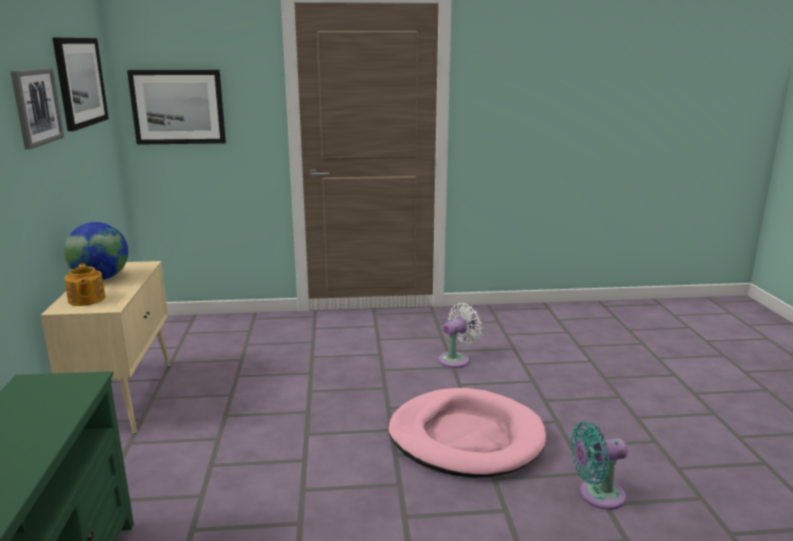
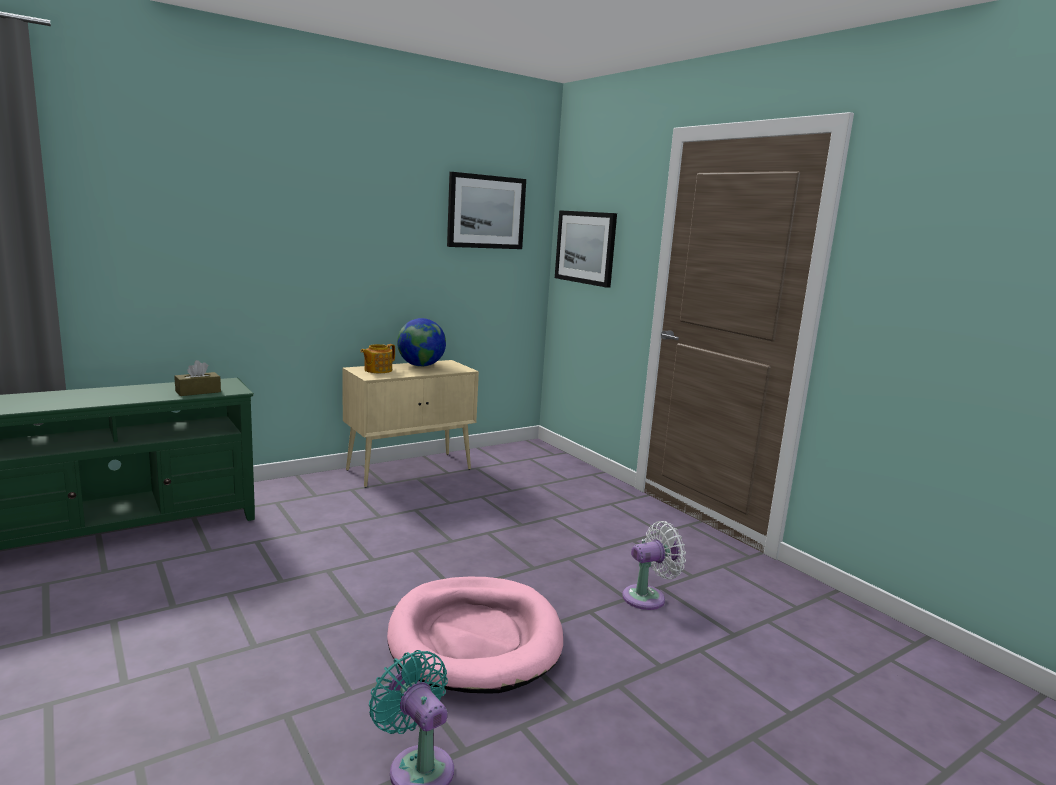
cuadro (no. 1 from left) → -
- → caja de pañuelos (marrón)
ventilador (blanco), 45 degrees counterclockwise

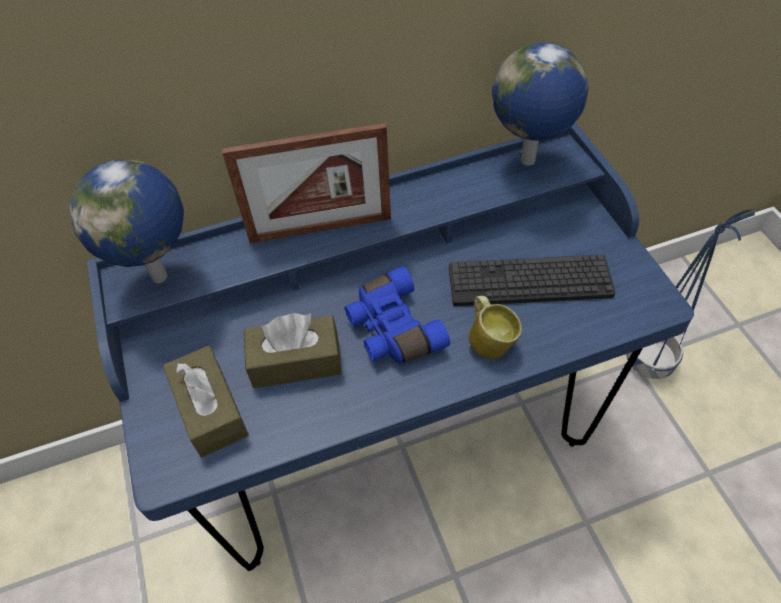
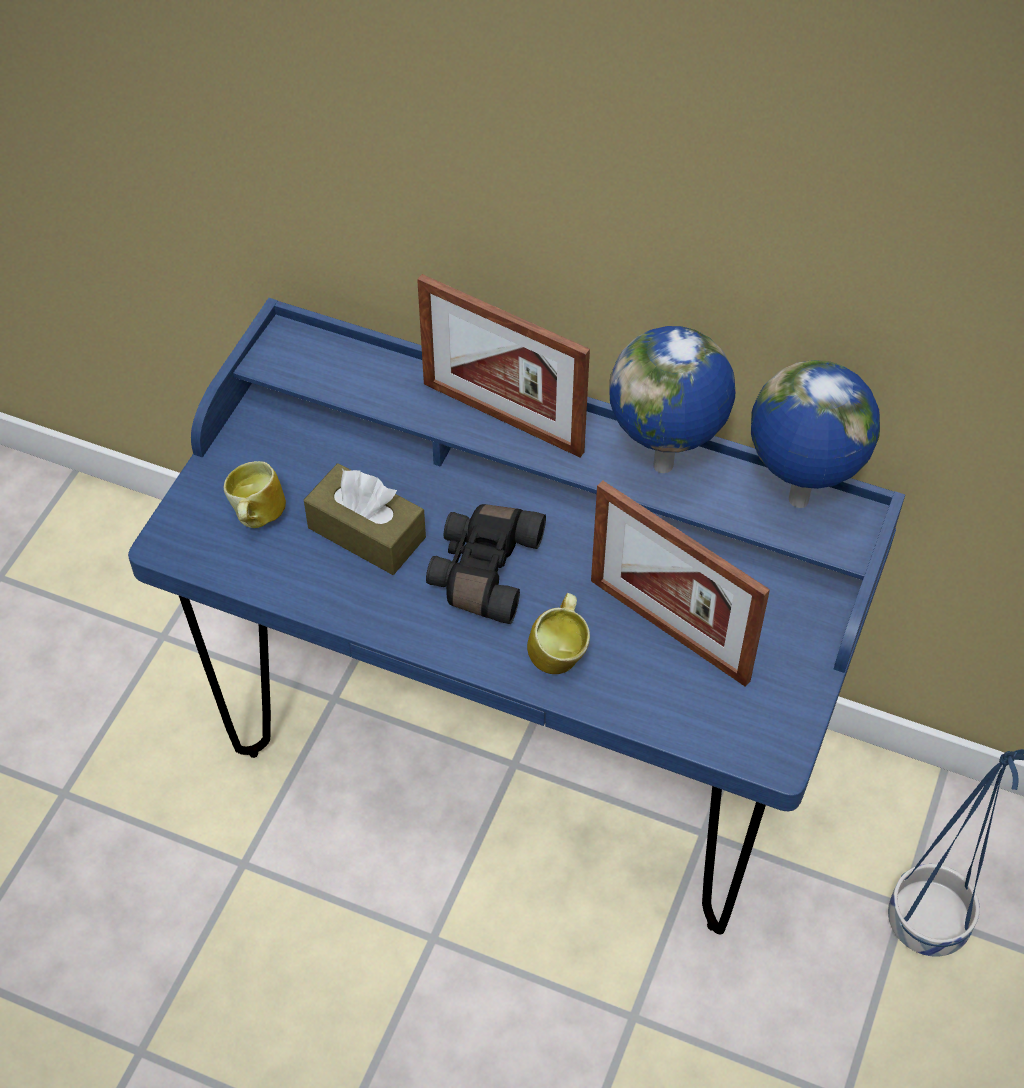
globo terráqueo (no. 1 from left), shifted
caja de pañuelos (marrón) (no. 1 from left) → taza grande (no. 1 from left)
teclado → portarretratos (no. 2 from left)
prismáticos (azul) → prismáticos (negro)

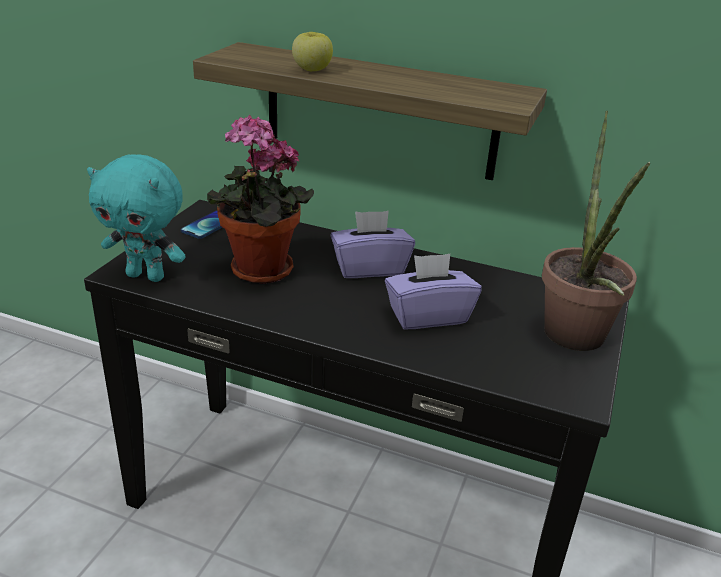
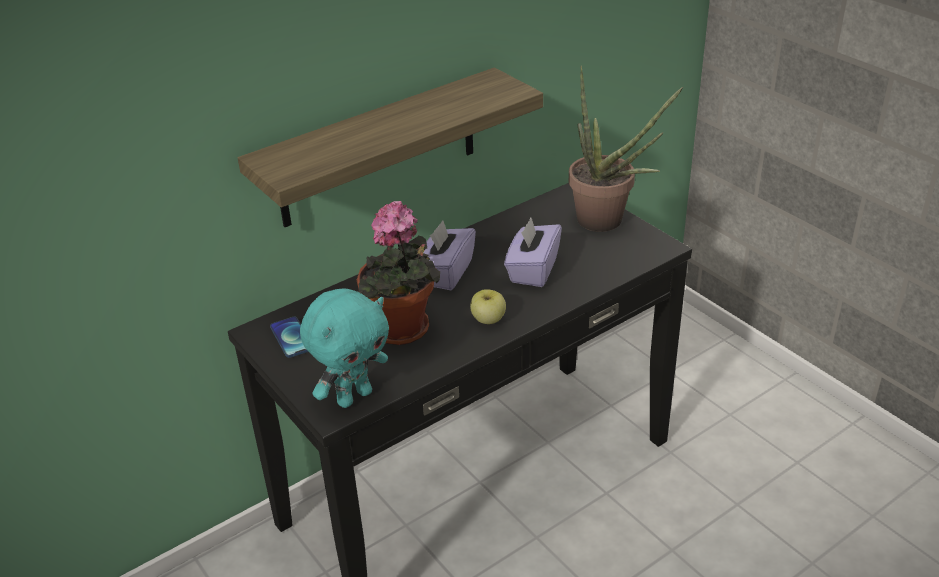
manzana, shifted

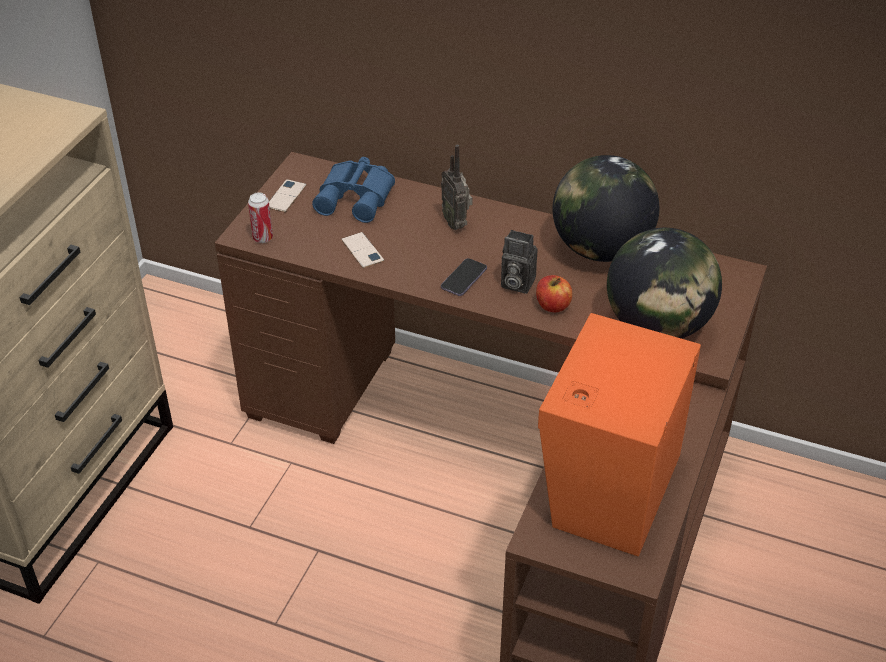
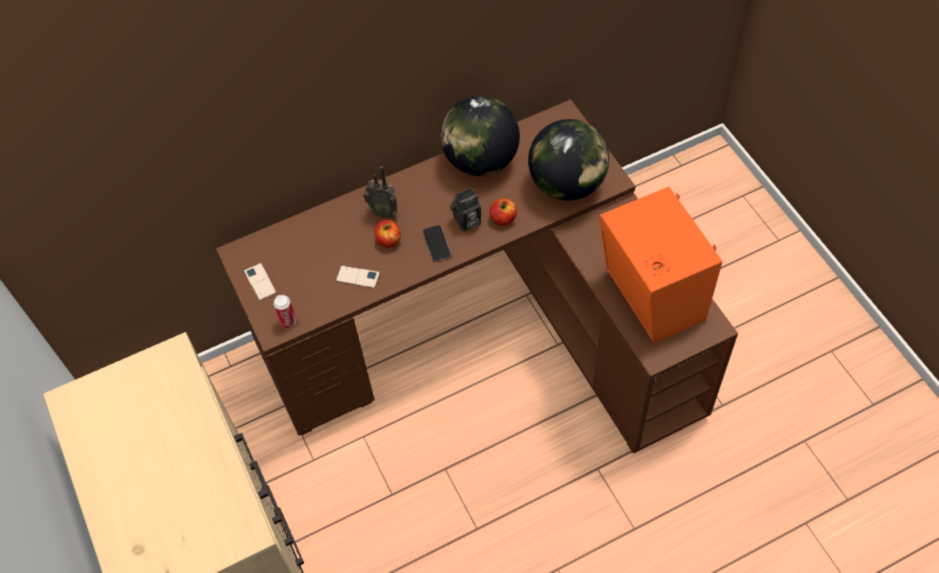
prismáticos (azul) → -
- → manzana (no. 1 from left)

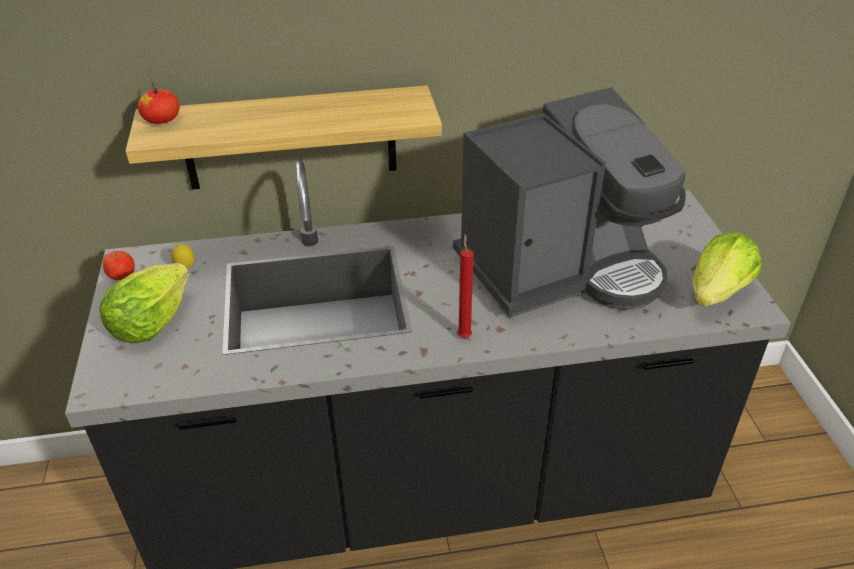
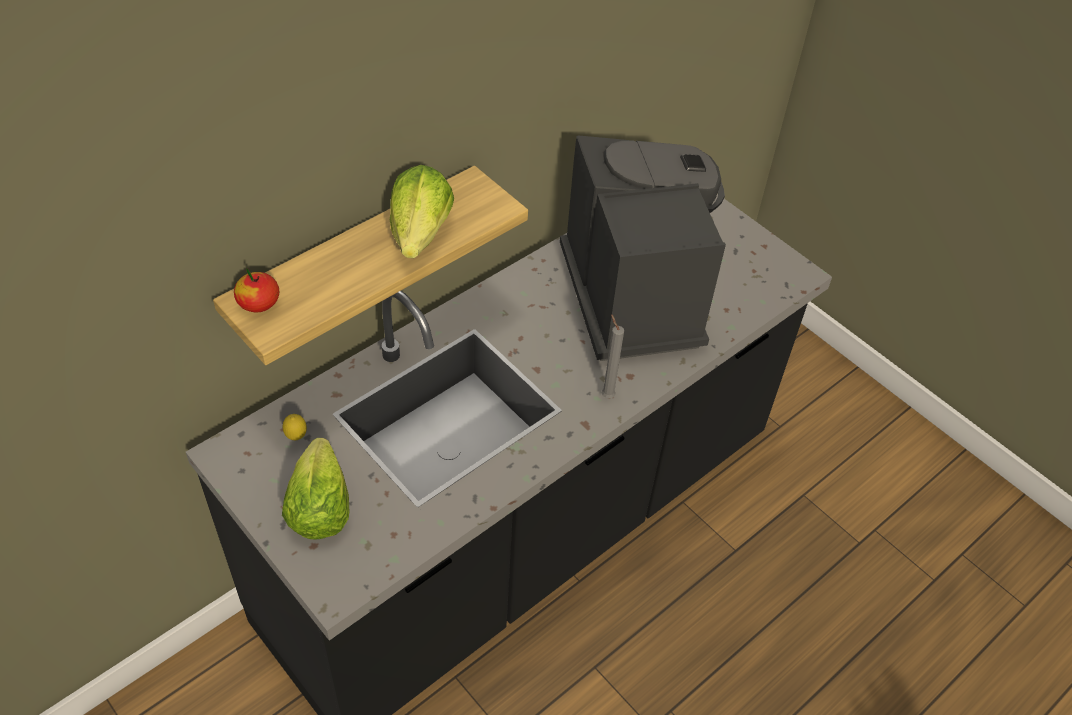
manzana (no. 1 from left) → -
lechuga (no. 2 from left), shifted
vela (rojo) → vela (gris)
cafetera, 45 degrees counterclockwise

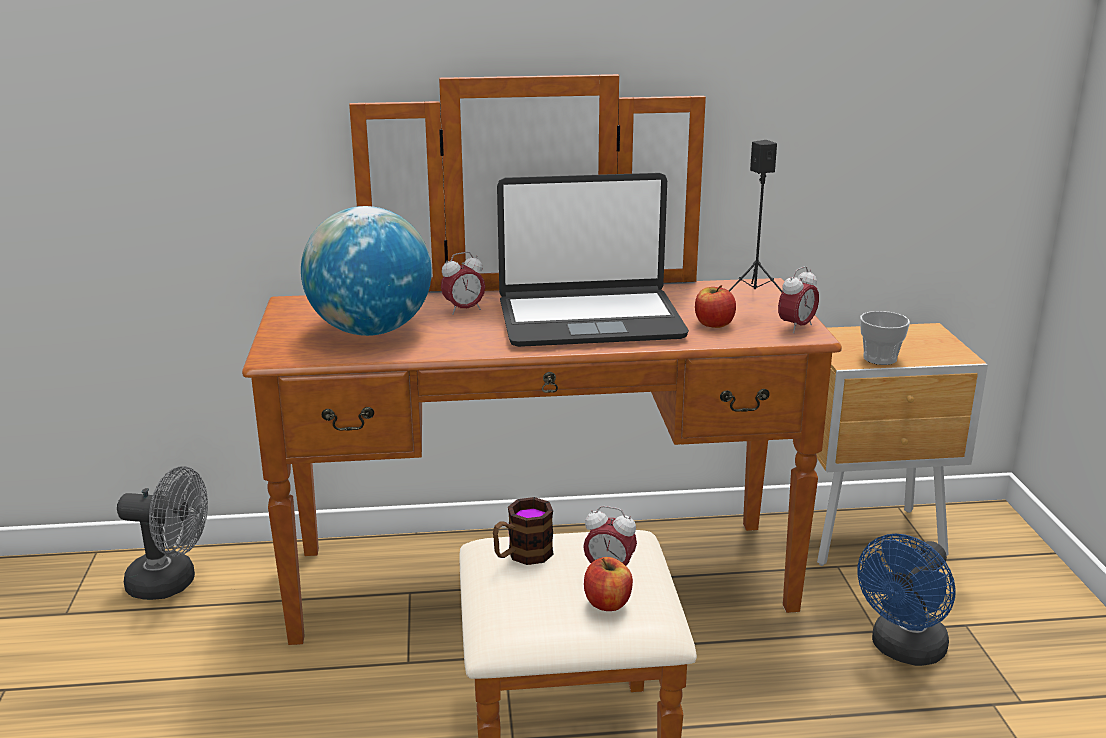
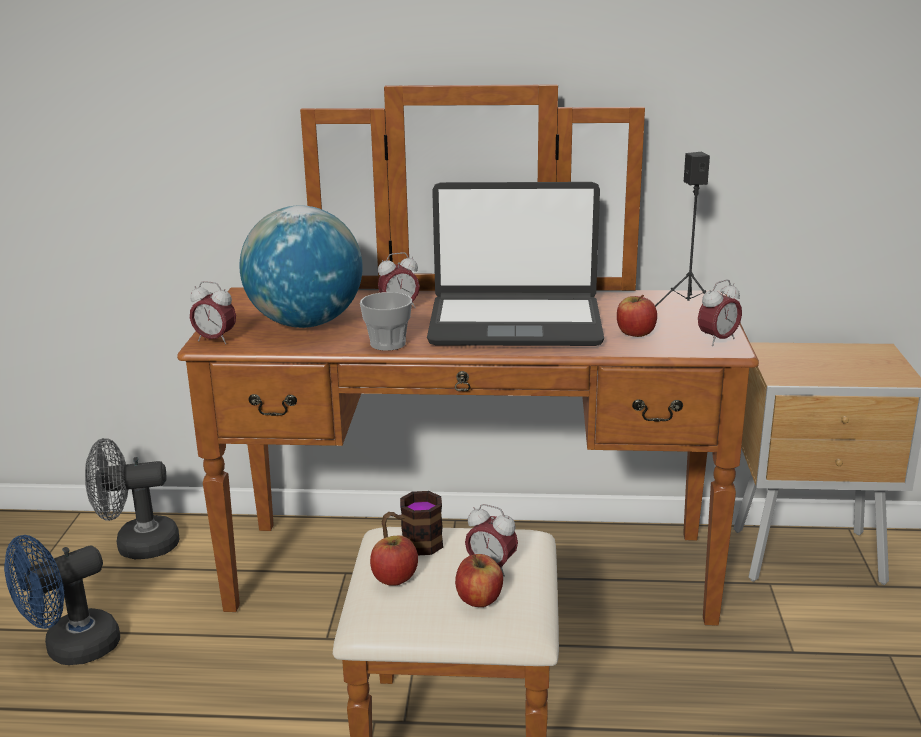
- → despertador (no. 1 from left)
- → manzana (no. 1 from left)
ventilador (azul), shifted
taza, shifted
ventilador (gris), 150 degrees clockwise

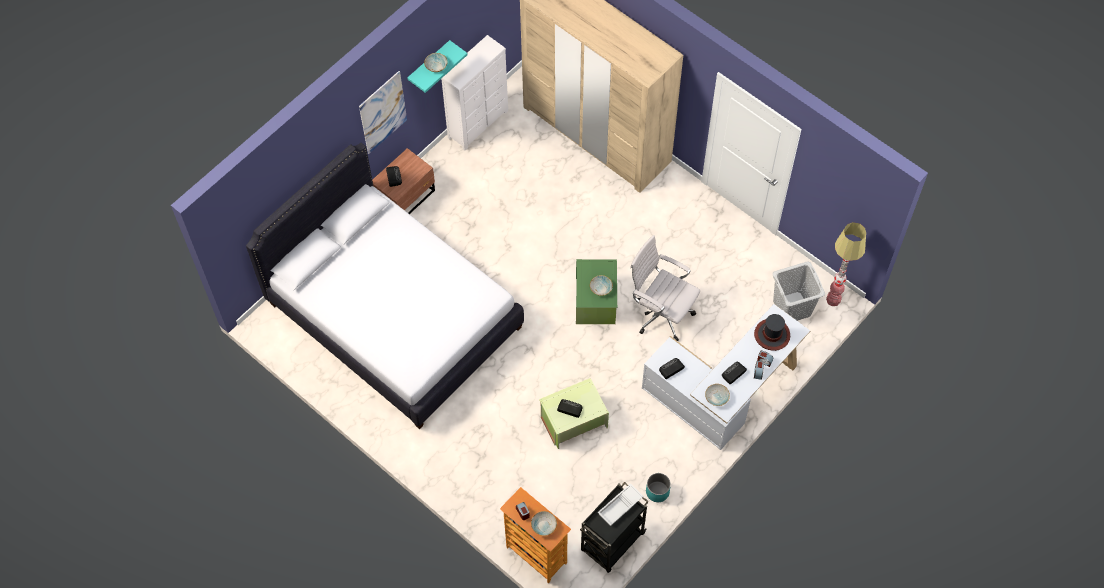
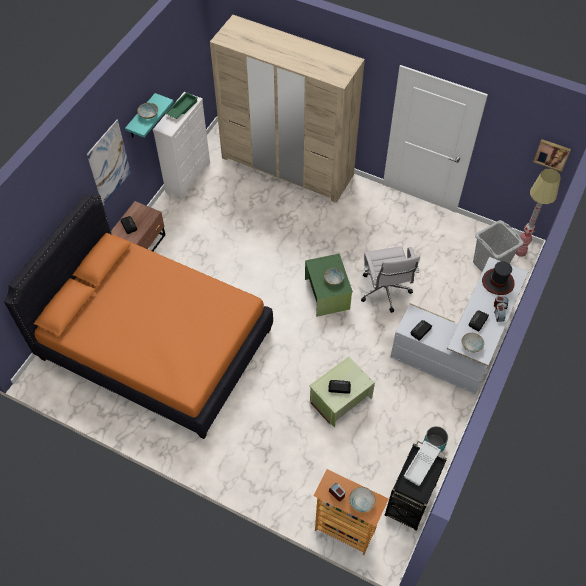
- → bandeja (verde)
- → cuadro (no. 2 from left)
cama (blanco) → cama (naranja)
silla de oficina (blanco), 120 degrees counterclockwise

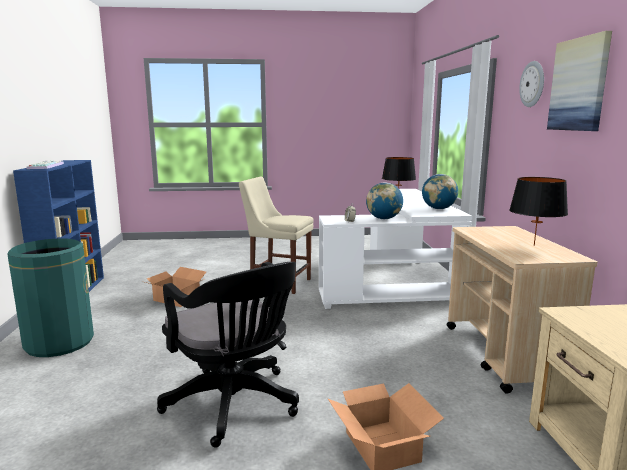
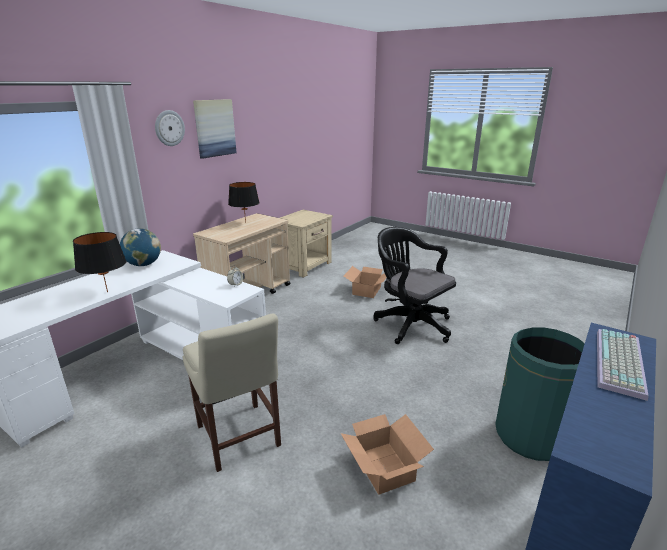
globo terráqueo (no. 1 from left) → -
silla de oficina (negro), 45 degrees counterclockwise

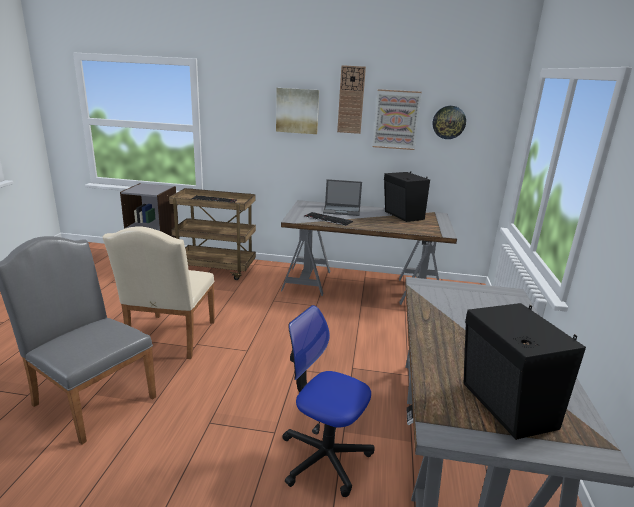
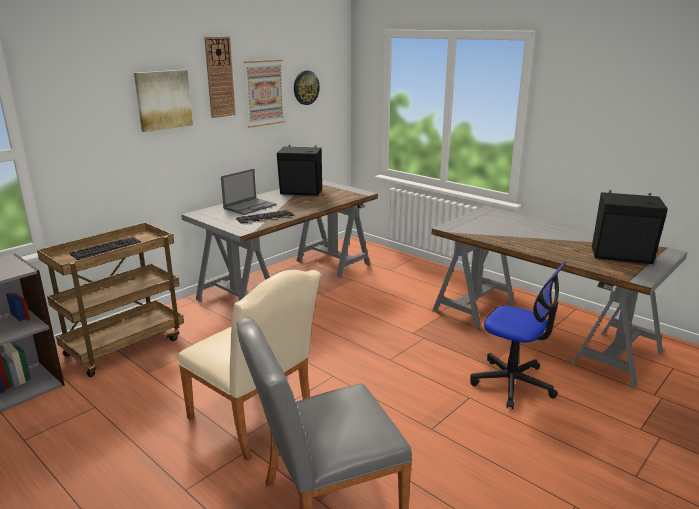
silla de oficina, 120 degrees counterclockwise

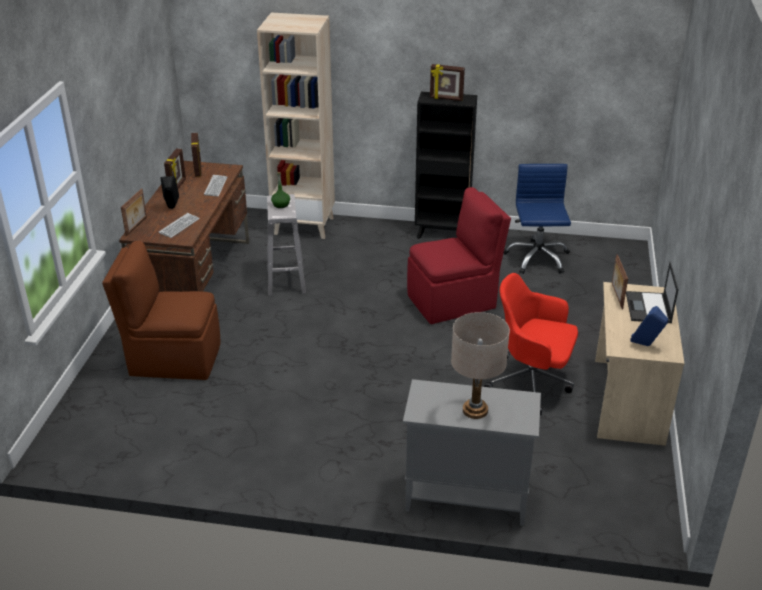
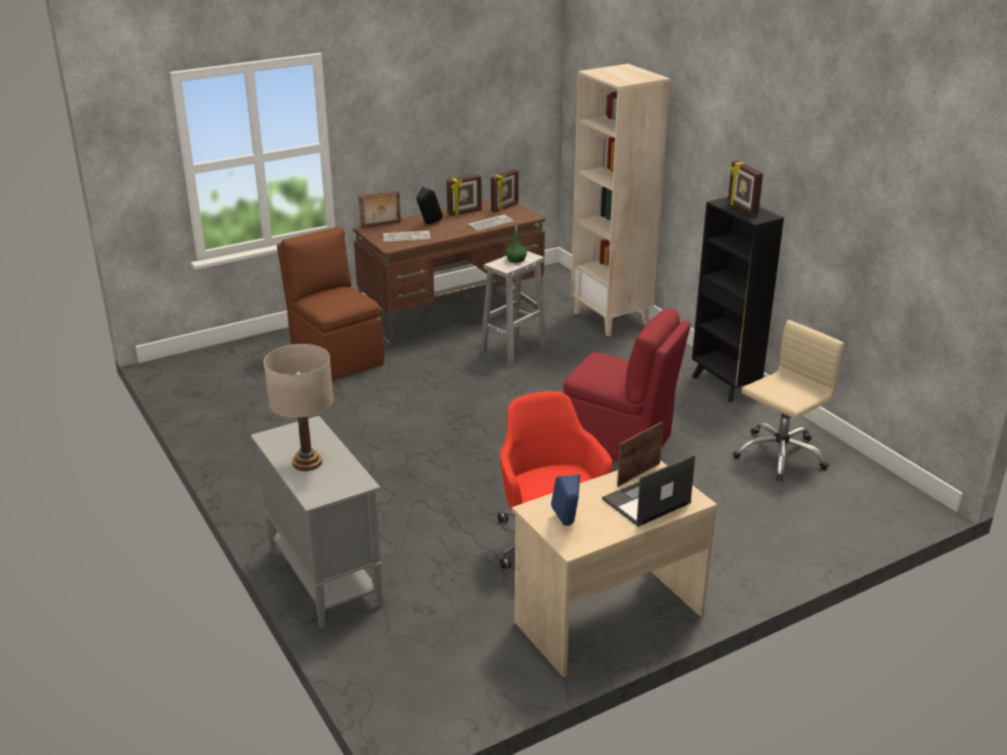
silla de oficina (azul) → silla de oficina (beis)

